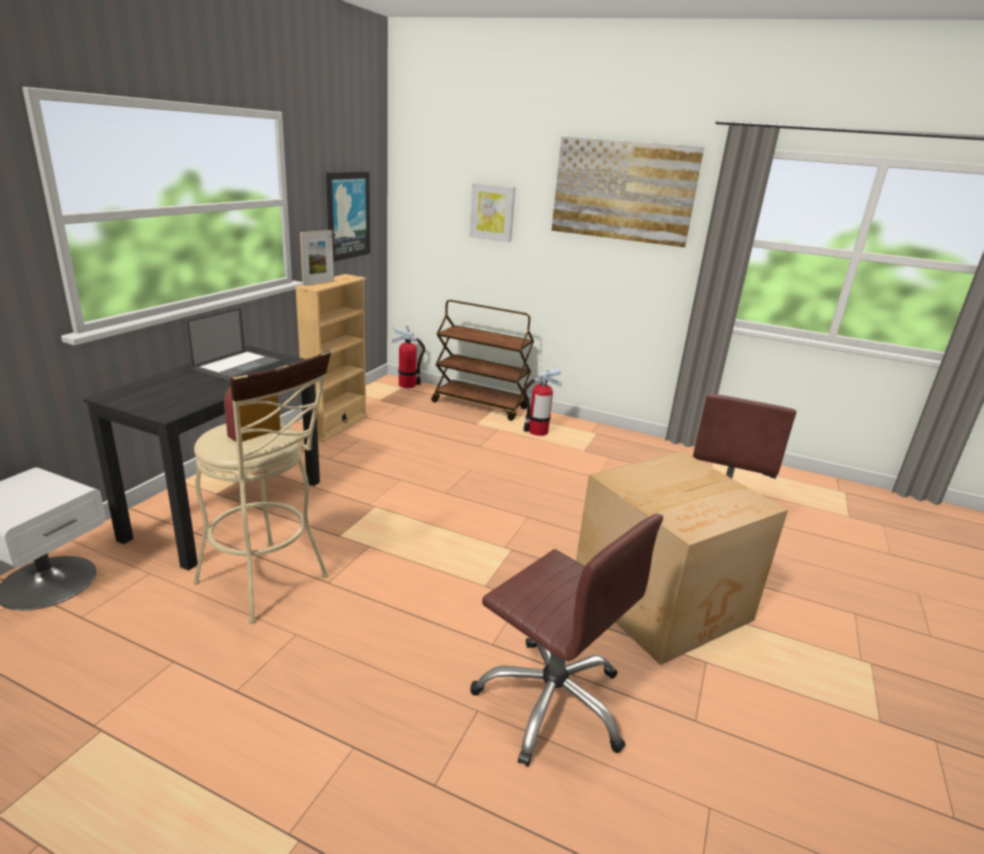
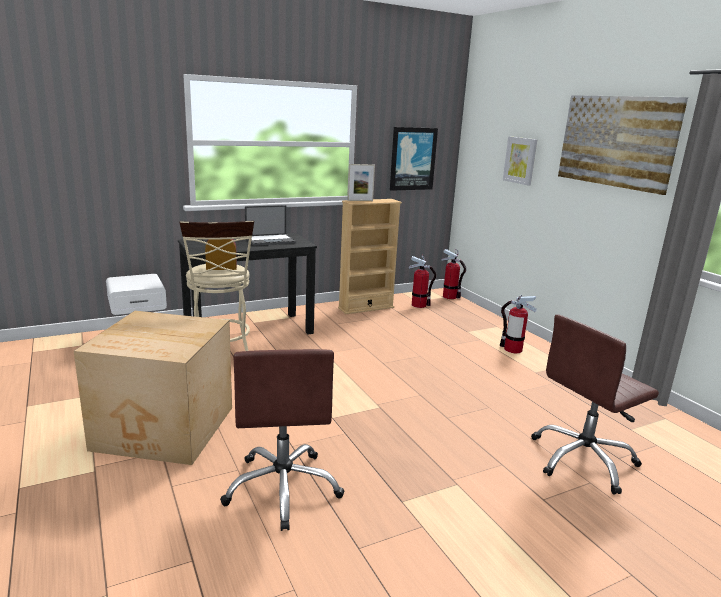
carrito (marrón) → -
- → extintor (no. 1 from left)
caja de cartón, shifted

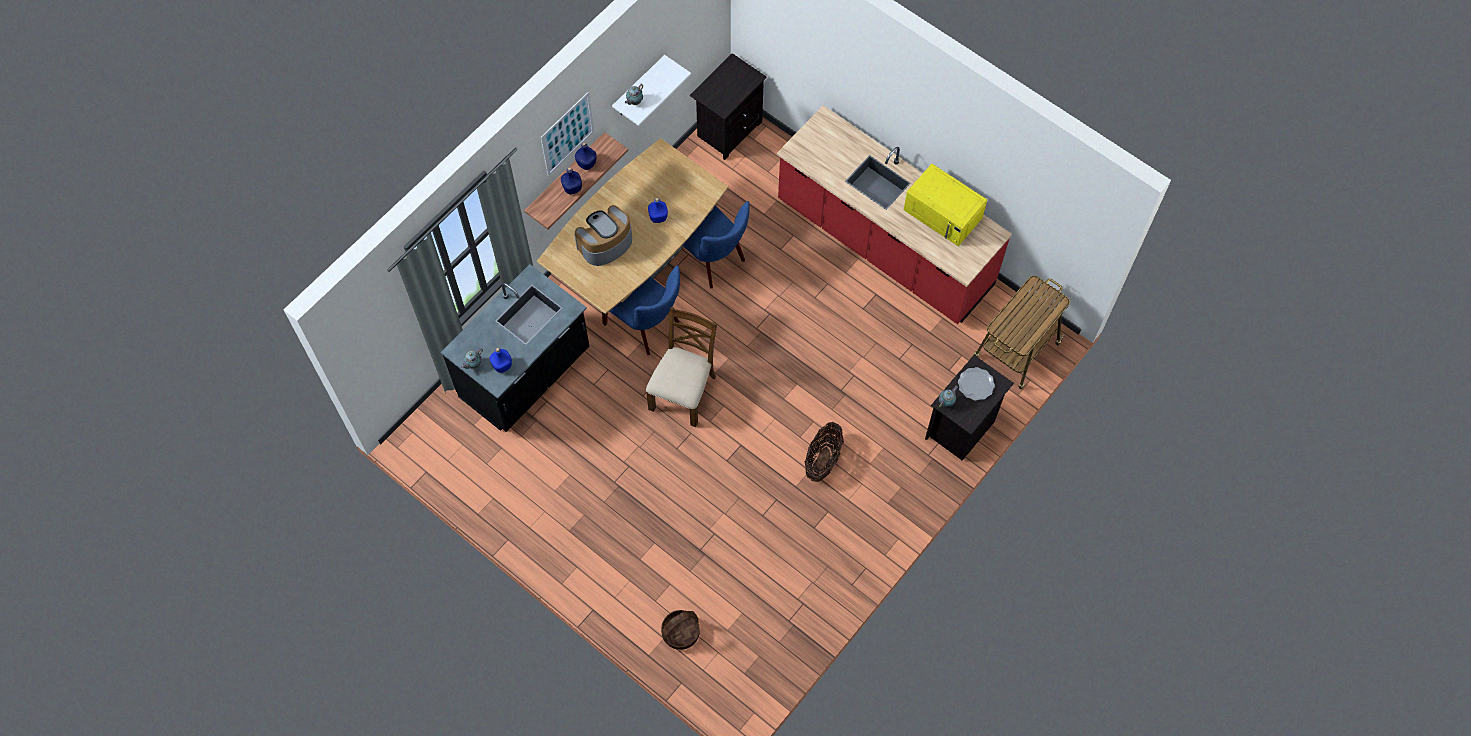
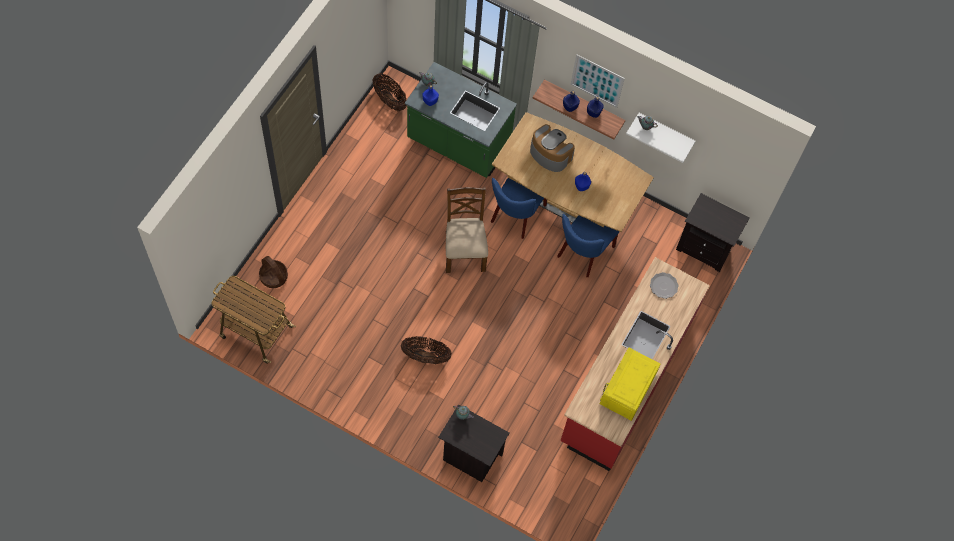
- → cesta (no. 2 from left)
plato, shifted
carrito, shifted
mueble bajo de cocina (negro) → mueble bajo de cocina (verde)
silla (marrón), 105 degrees counterclockwise

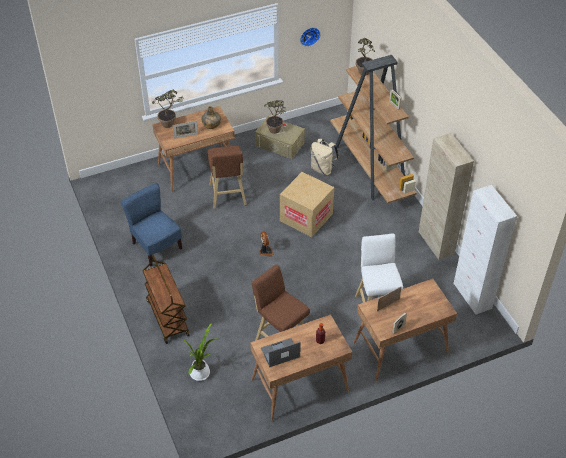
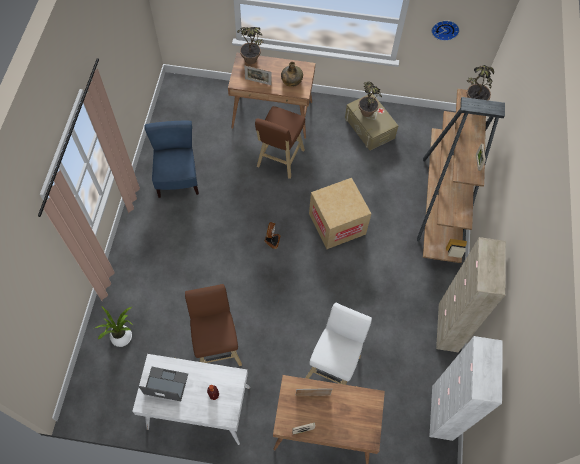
carrito (marrón) → -
mochila (beis) → -
escritorio (marrón) (no. 2 from left) → escritorio (blanco)

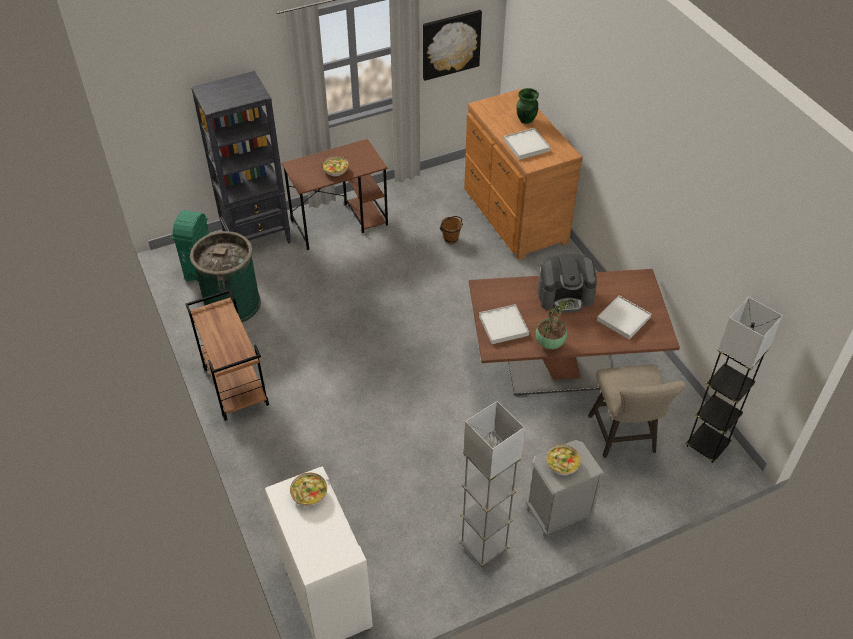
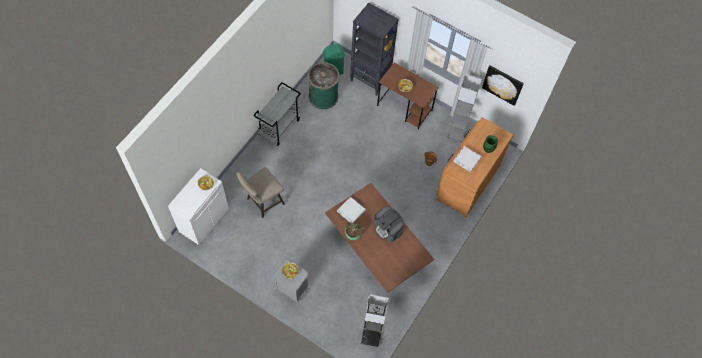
bandeja (blanco) (no. 3 from left) → -
lámpara de pie (gris) (no. 1 from left in the first image) → lámpara de pie (gris) (no. 2 from left), shifted
taburete (beis), shifted
carrito (marrón) → carrito (gris)

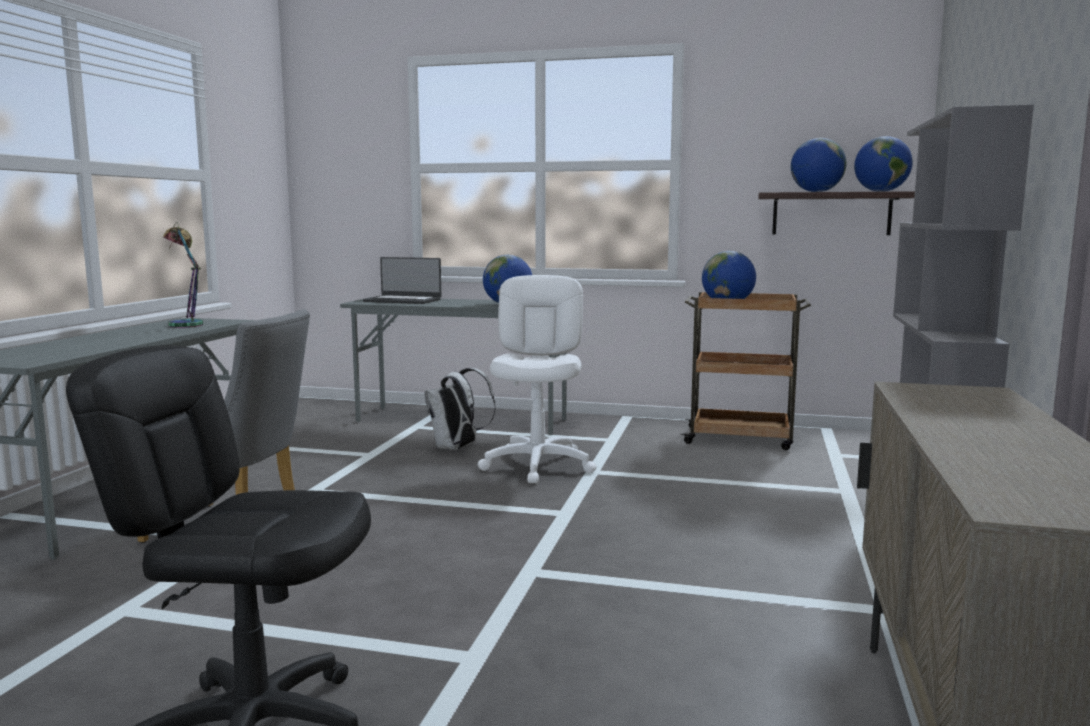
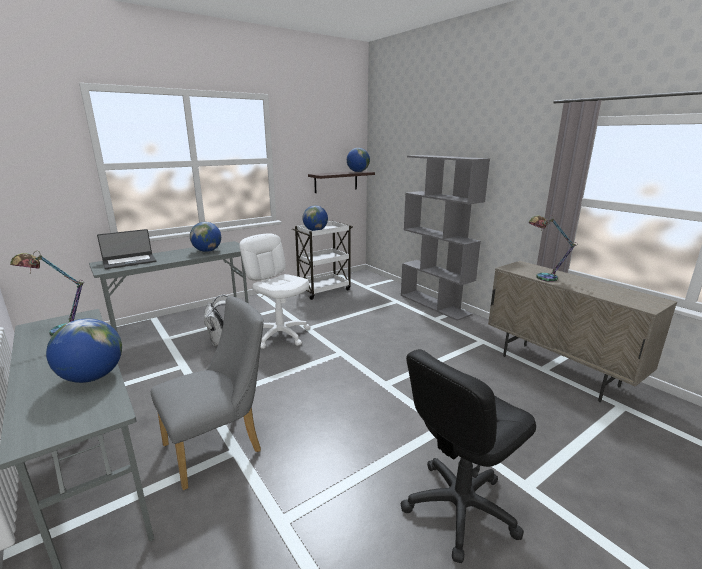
- → lámpara de mesa (no. 2 from left)
globo terráqueo (no. 3 from left in the first image) → globo terráqueo (no. 1 from left), shifted
carrito (marrón) → carrito (blanco)

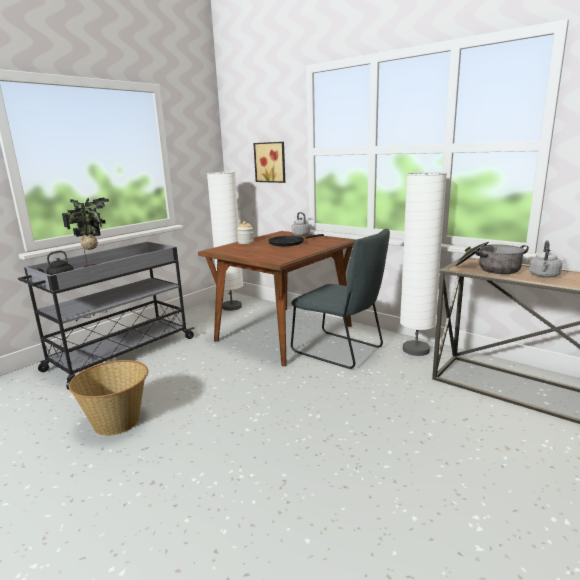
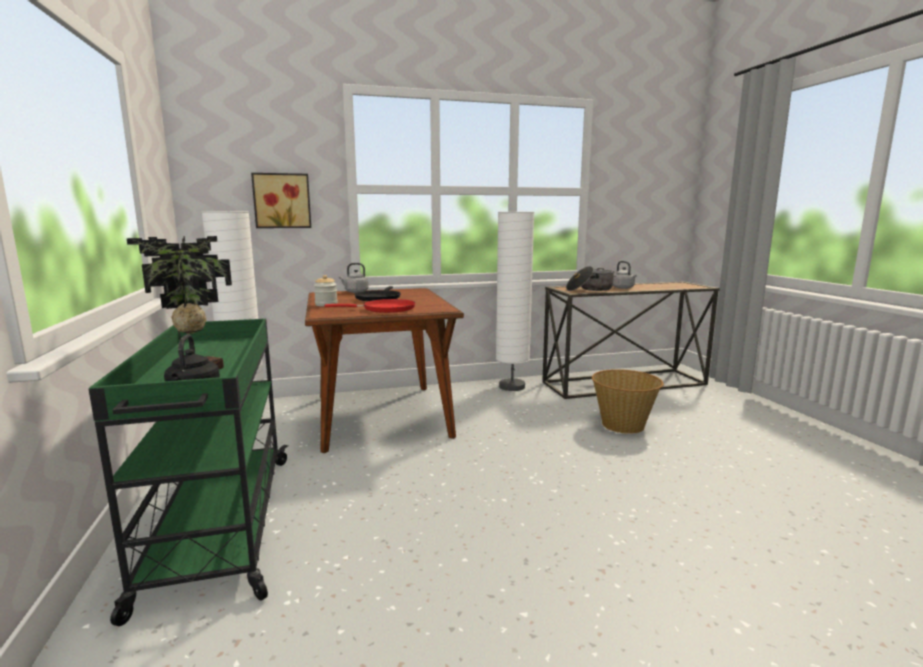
silla (gris) → -
- → sartén (rojo)
cesta, shifted
carrito (gris) → carrito (verde)

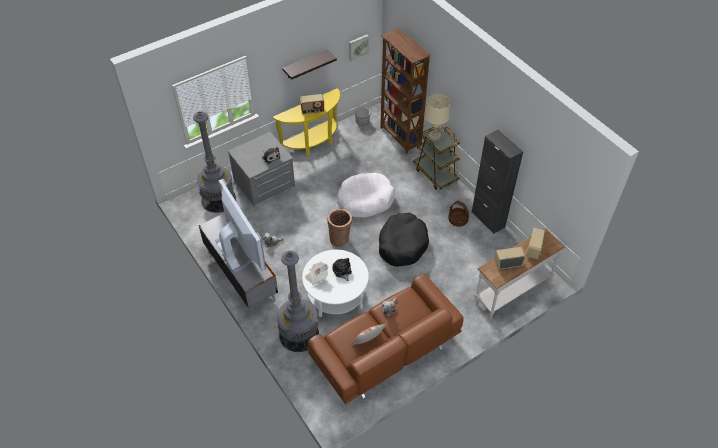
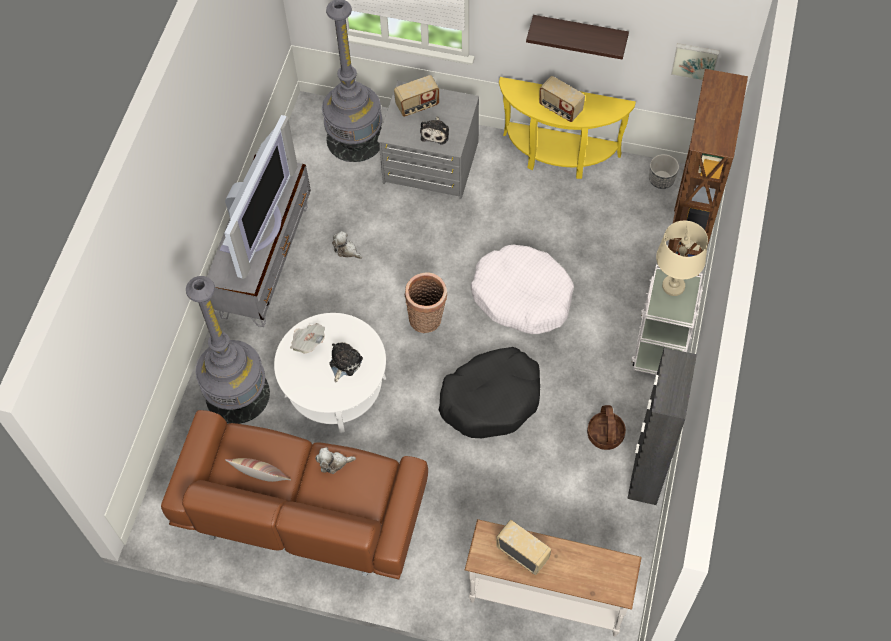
radio (no. 3 from left in the first image) → radio (no. 1 from left), shifted
carrito (marrón) → carrito (blanco)

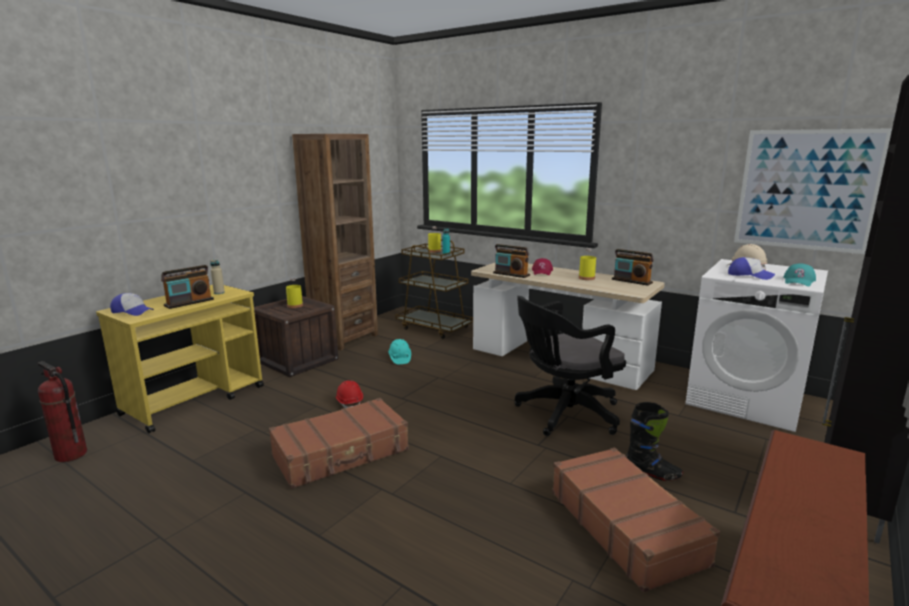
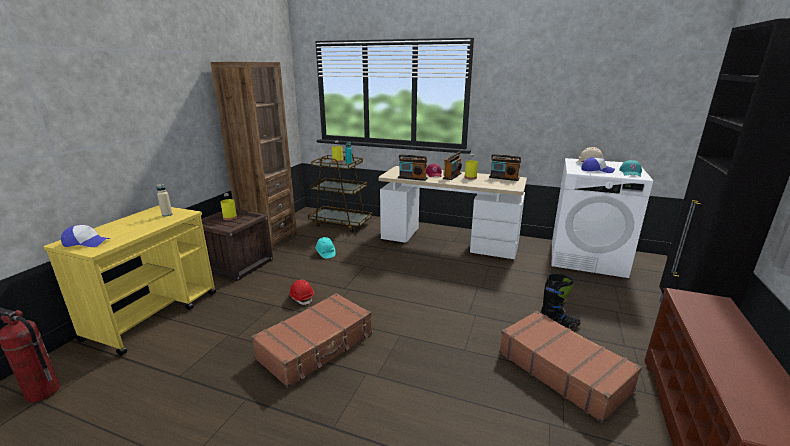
silla de oficina (negro) → -
cuadro → -
radio (no. 1 from left in the first image) → radio (no. 2 from left), shifted

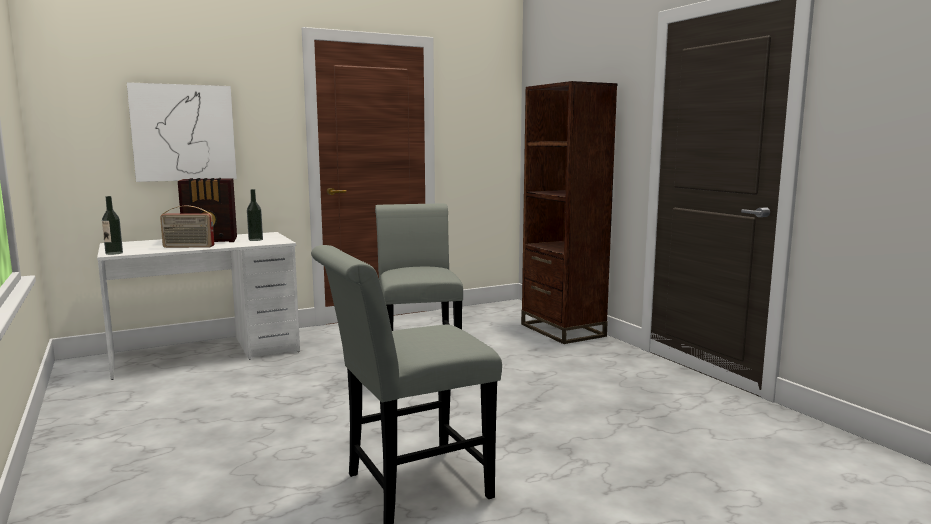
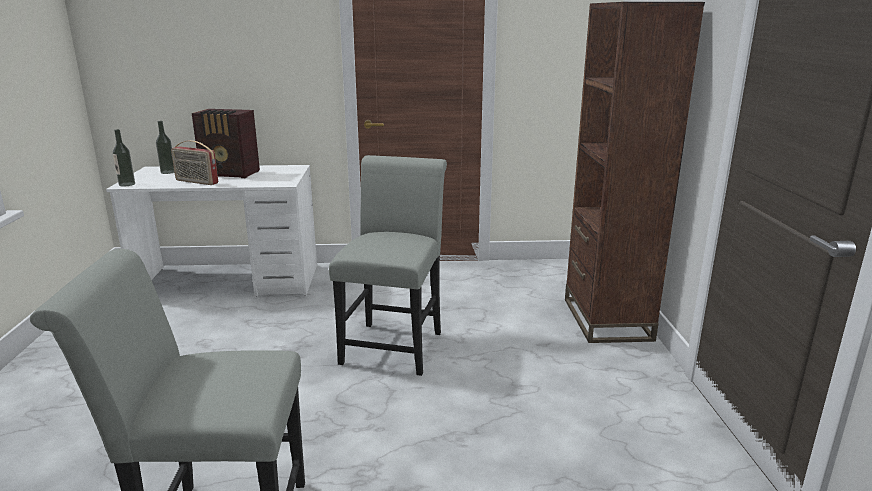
cuadro → -
botella (no. 2 from left), shifted

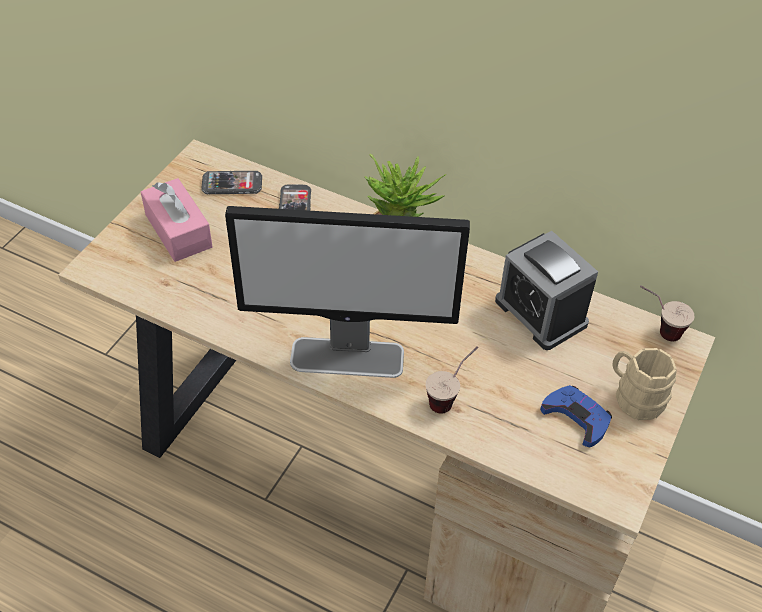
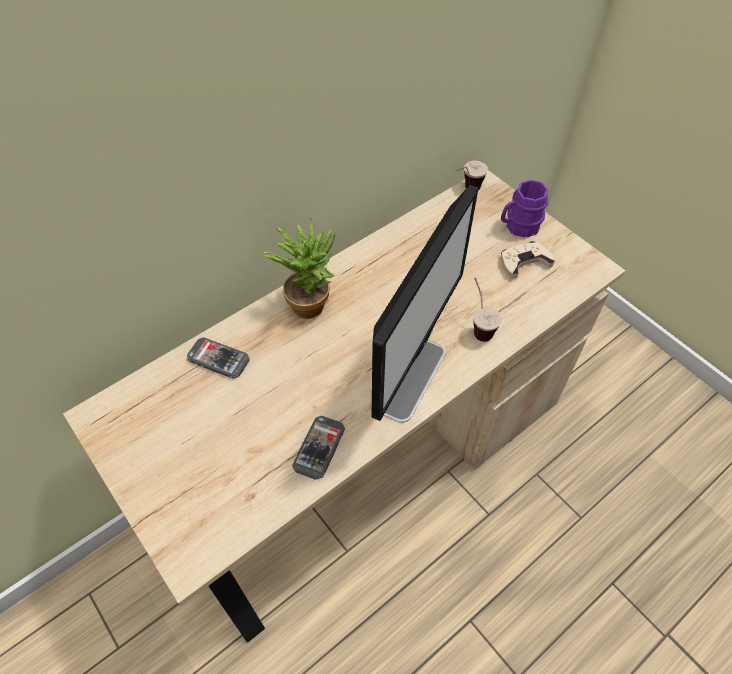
caja de pañuelos (rosa) → -
despertador → -
móvil (no. 1 from left in the first image) → móvil (no. 2 from left), shifted
mando de consola (azul) → mando de consola (beis)
taza grande (beis) → taza grande (morado)

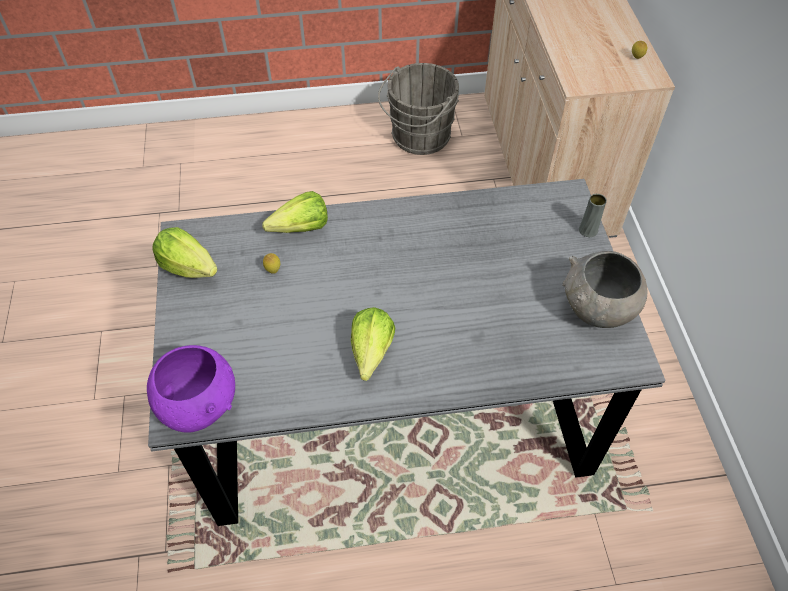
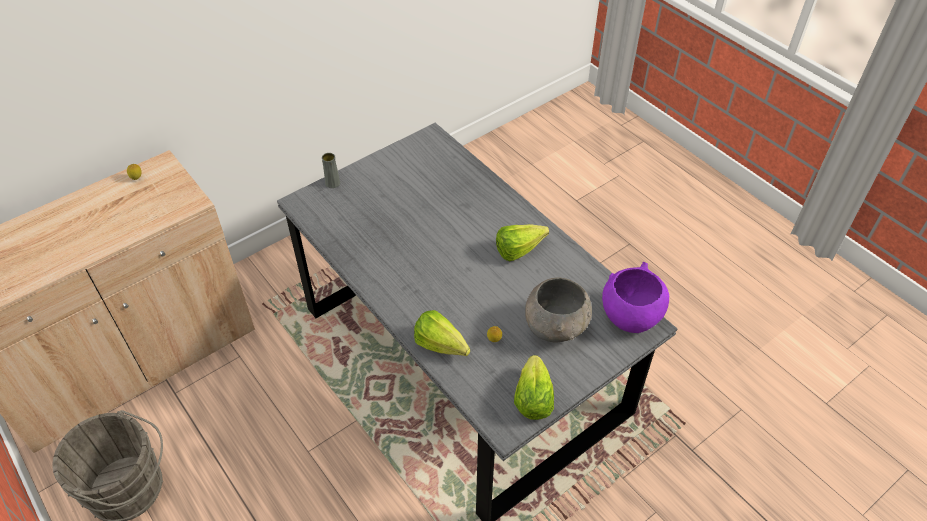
cuenco (gris), shifted

